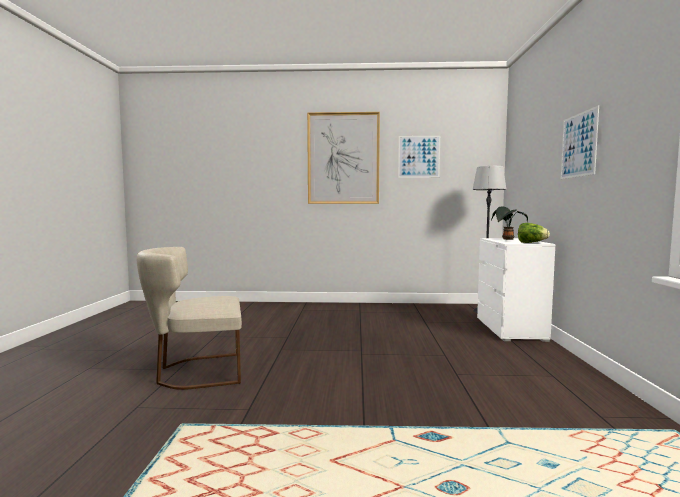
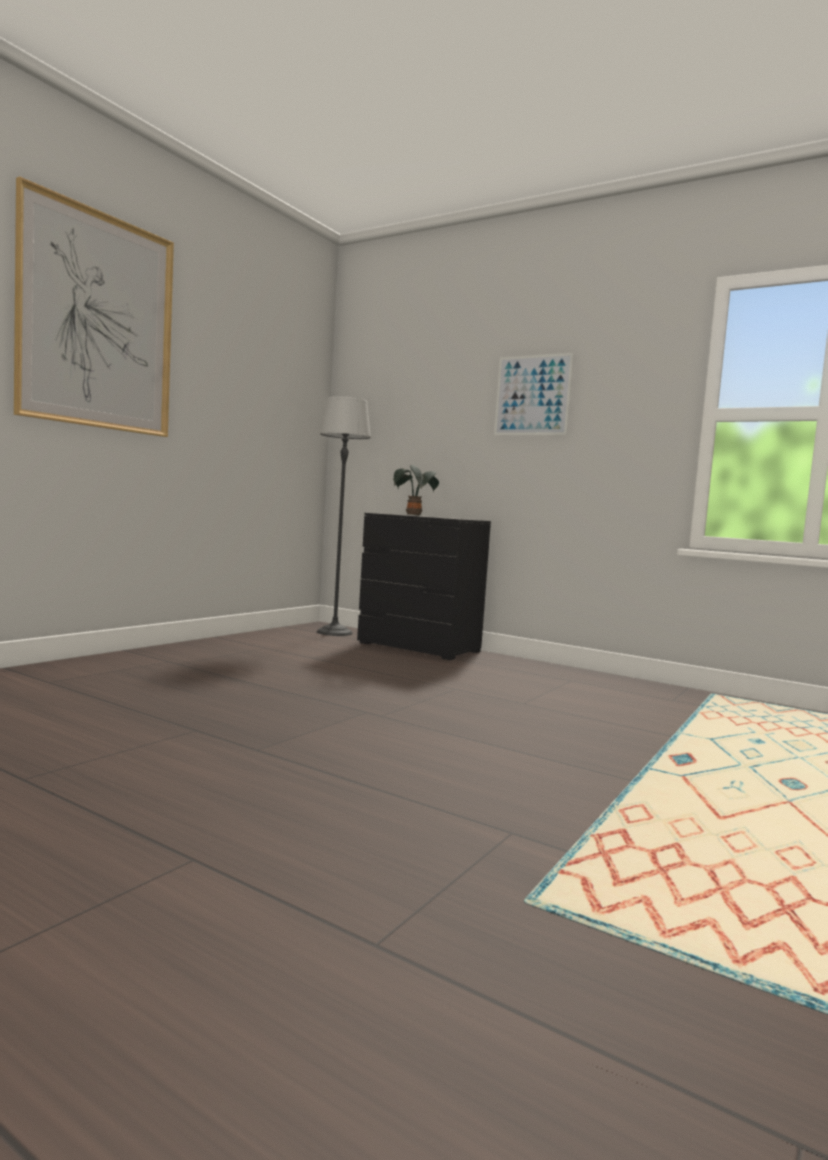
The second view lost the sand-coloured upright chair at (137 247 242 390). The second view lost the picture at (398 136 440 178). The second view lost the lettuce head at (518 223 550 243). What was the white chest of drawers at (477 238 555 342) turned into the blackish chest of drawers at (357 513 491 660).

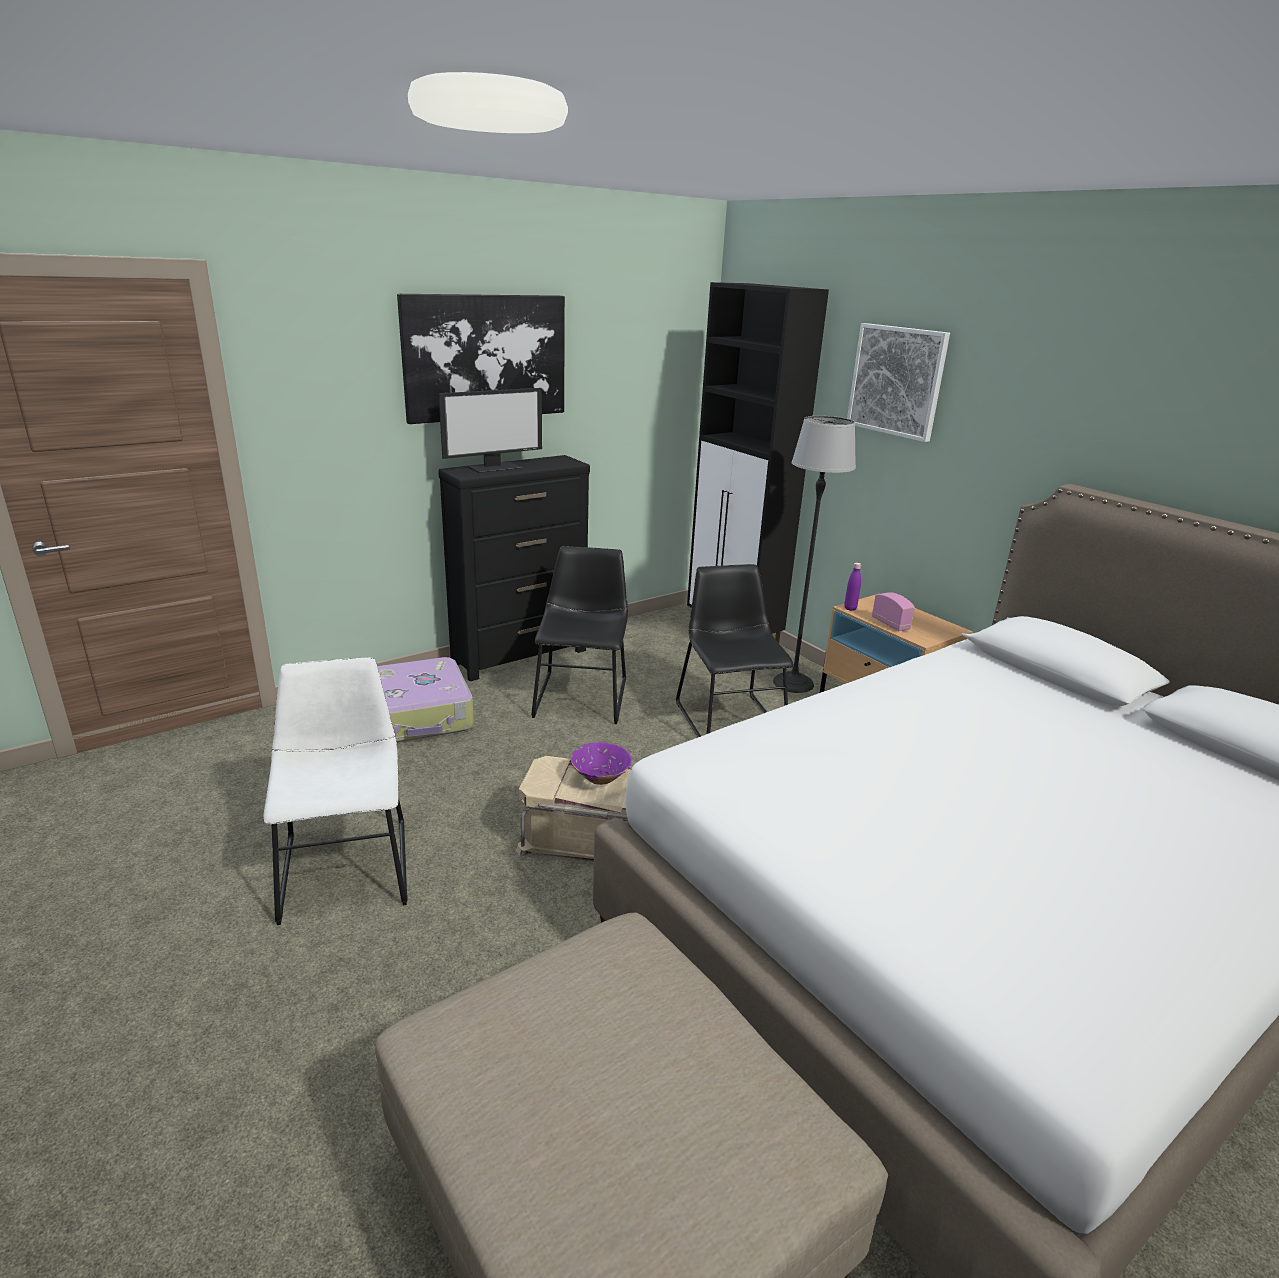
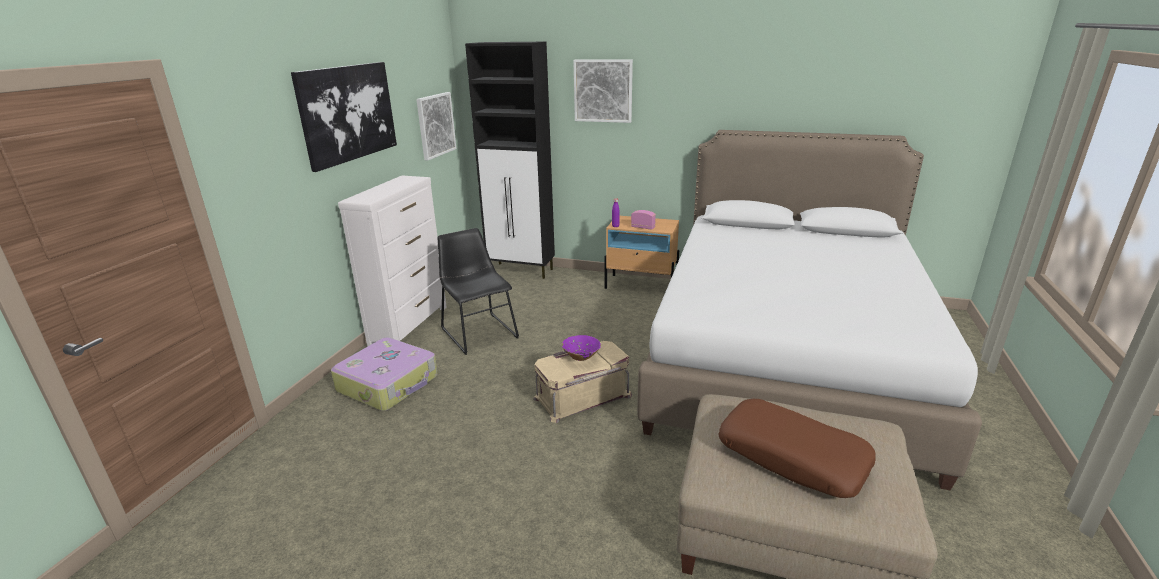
The second view lost the white upright chair at (263 658 408 925). The second view lost the computer screen at (439 388 542 473). The second view lost the blackish upright chair at (676 564 794 737). The second view lost the floor lamp at (773 416 856 693). The second view gained the picture at (416 92 457 161). The second view gained the brownish cushion at (718 399 876 498). What was the blackish chest of drawers at (438 455 590 681) turned into the white chest of drawers at (338 176 447 347).

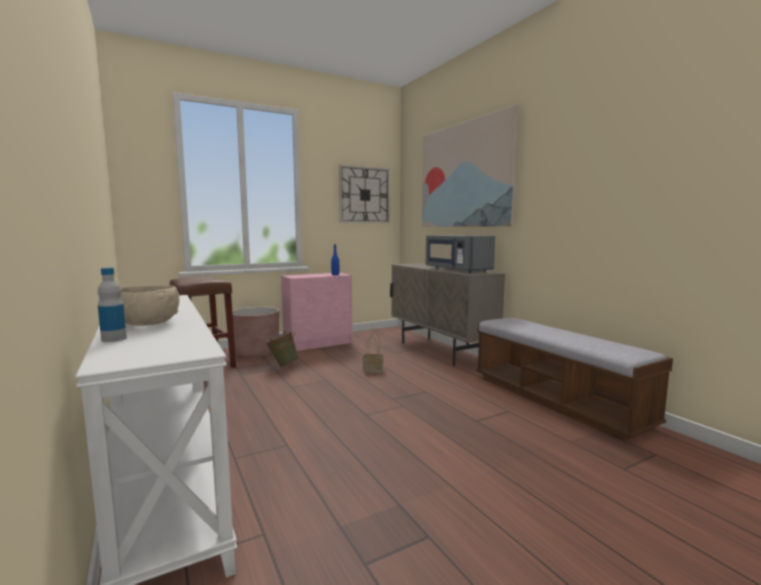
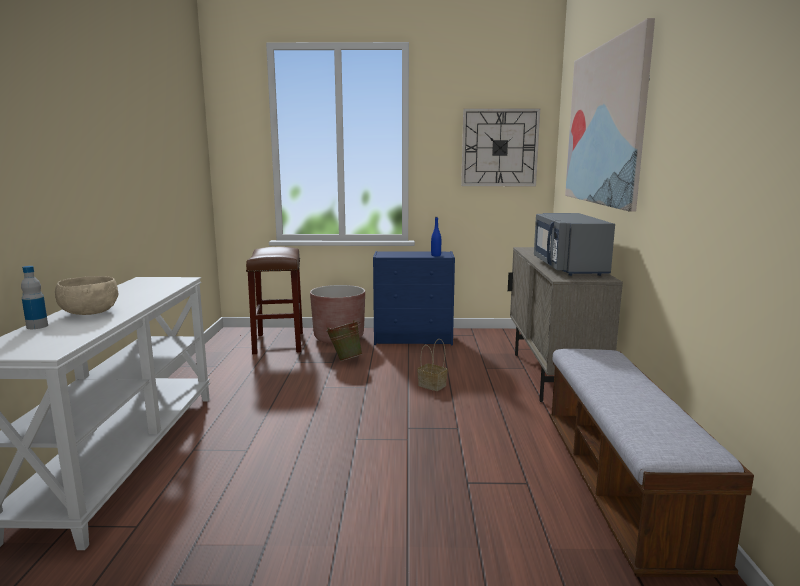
What was the pinkish chest of drawers at (281 272 353 351) turned into the bluish chest of drawers at (373 251 455 345).

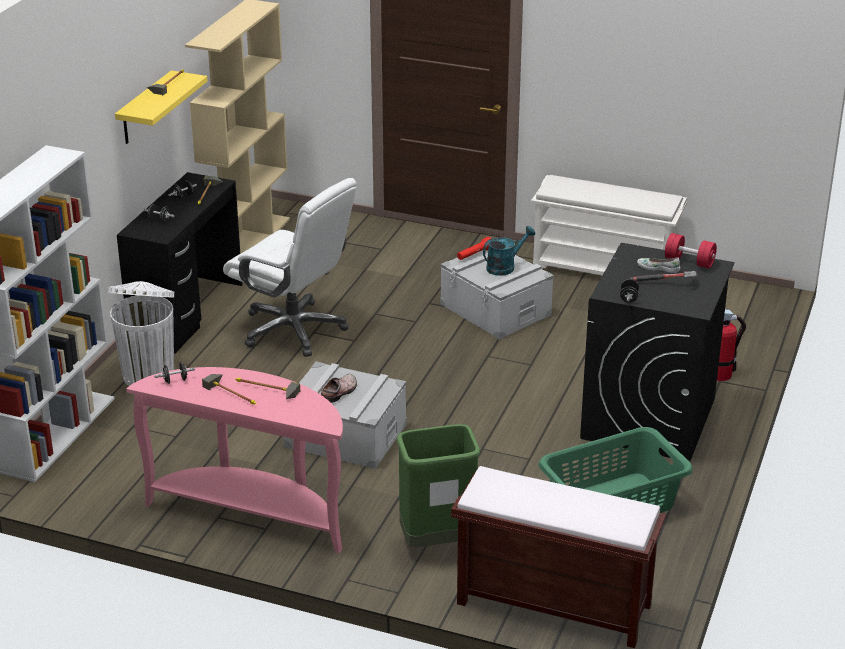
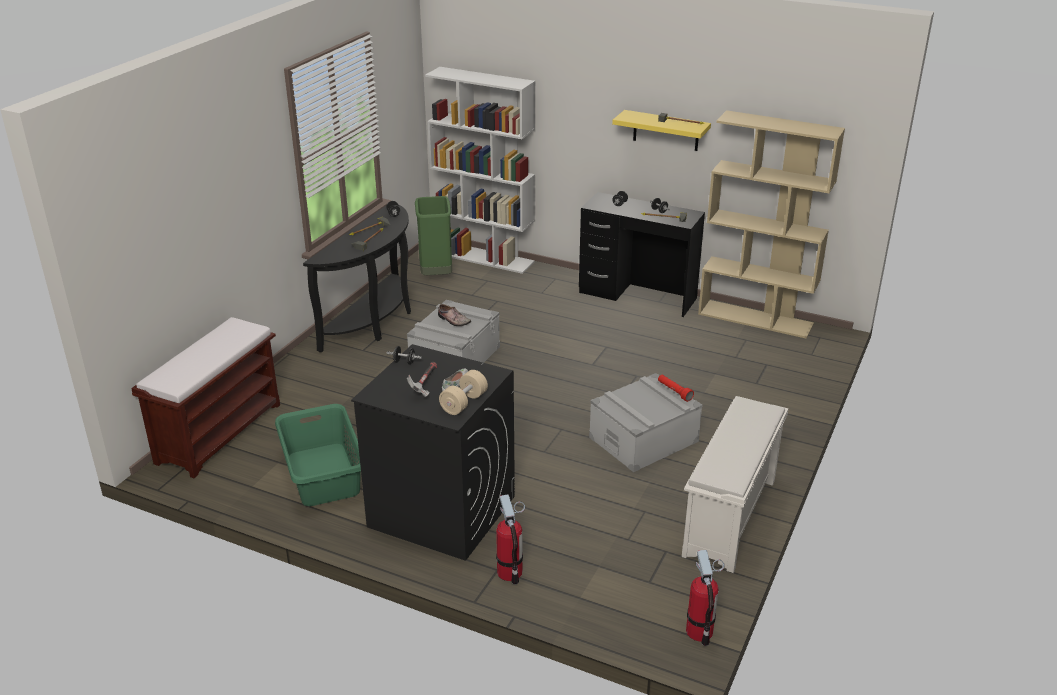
The second view lost the white waste bin at (108 281 174 386). The second view lost the white office chair at (223 178 356 357). The second view lost the turquoise watering pot at (483 226 535 276). The second view gained the fire extinguisher at (686 550 725 646). The green waste bin ended up elsewhere, having gone from (397 424 480 547) to (415 196 452 275). What was the pinkish console table at (126 367 343 554) turned into the blackish console table at (303 204 411 352). What was the red hand weight at (665 233 717 269) turned into the sand-coloured hand weight at (439 370 488 415).

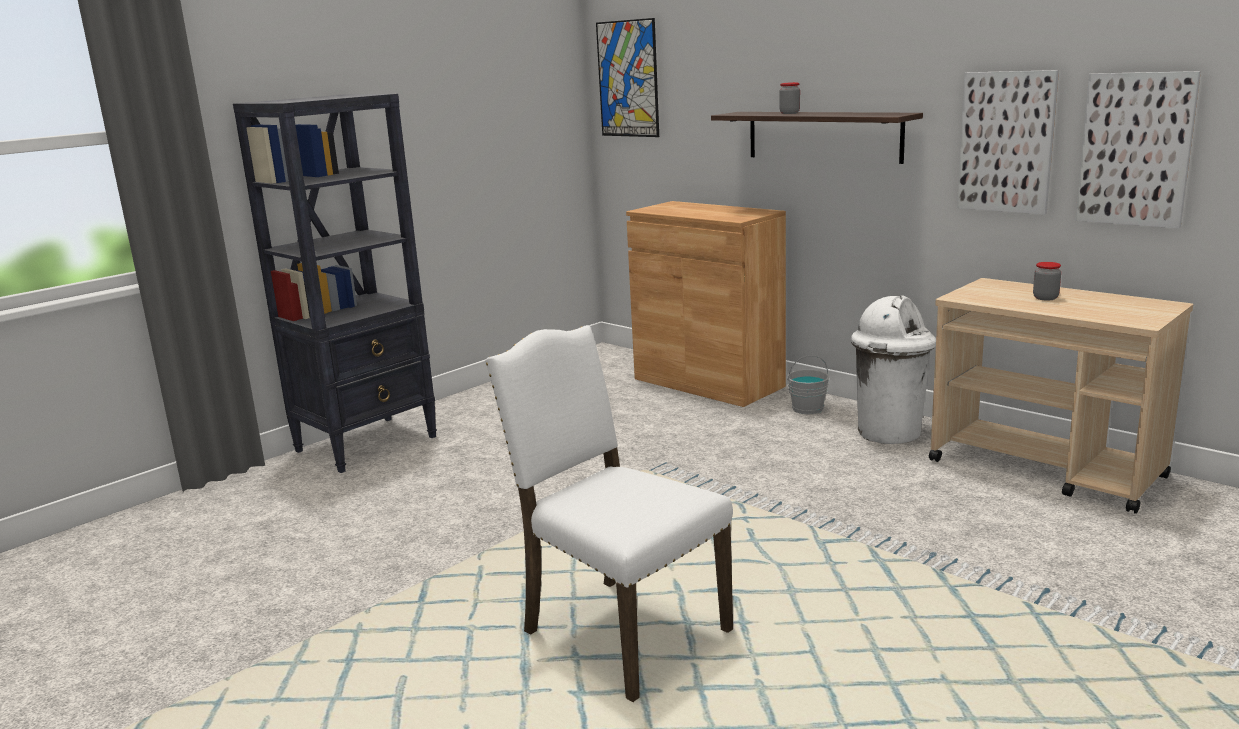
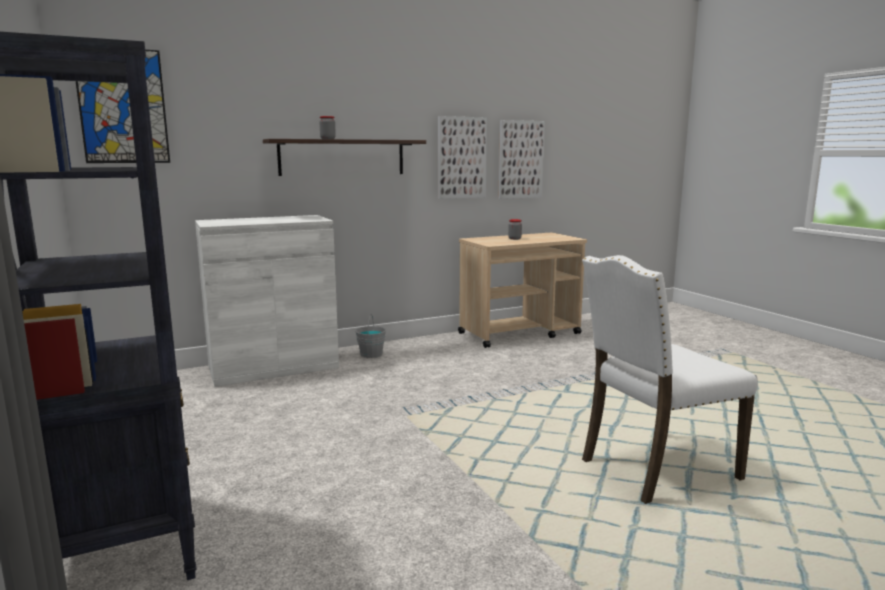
The second view lost the white waste bin at (850 295 936 444). What was the brownish cabinet at (626 201 786 407) turned into the white cabinet at (195 215 339 387).

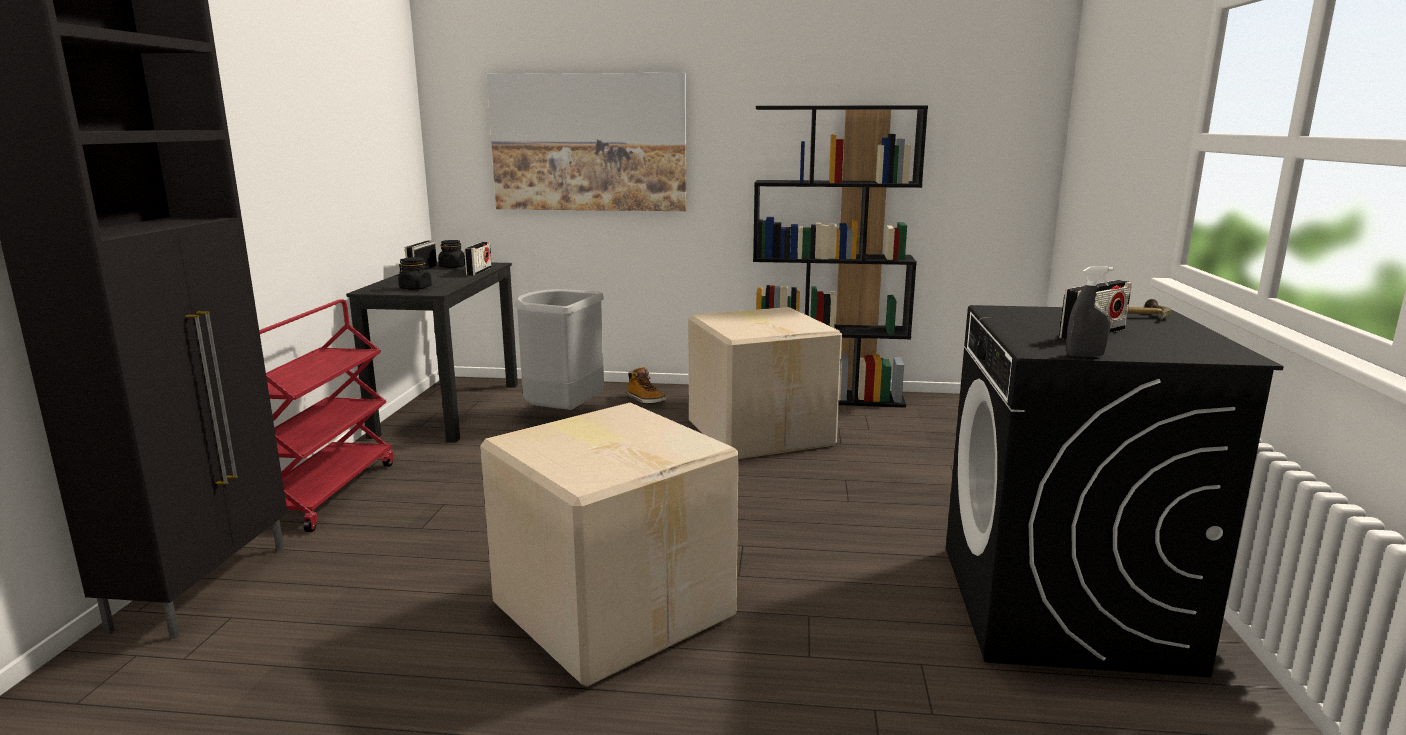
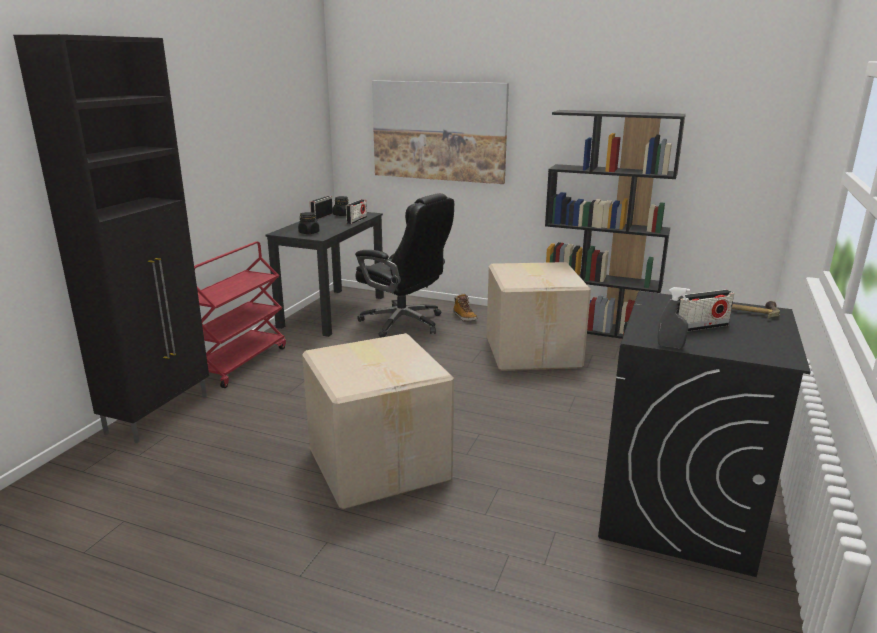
Where the gray waste bin stood at (514 289 604 410), the blackish office chair came to stand at (355 193 454 338).

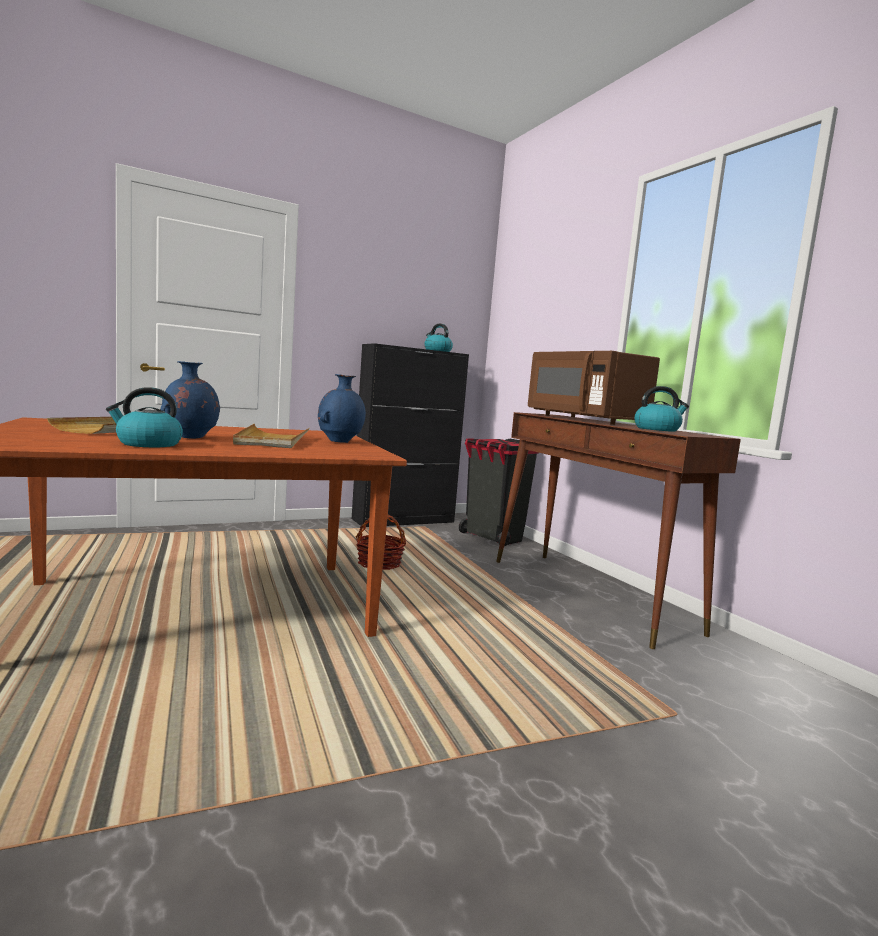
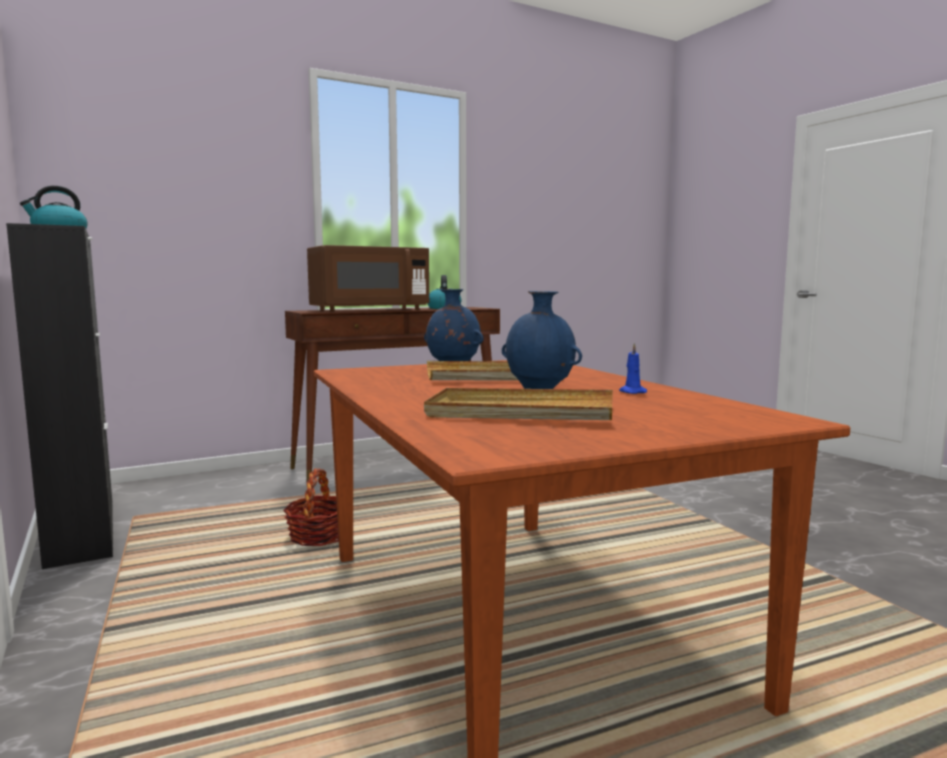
The second view lost the blackish waste bin at (459 438 538 546). Where the kettle stood at (106 387 183 447), the bluish wax candle came to stand at (619 343 647 394).

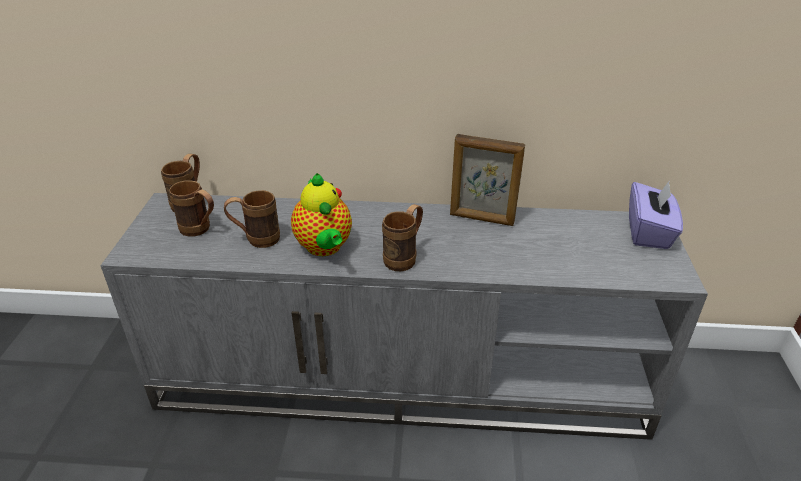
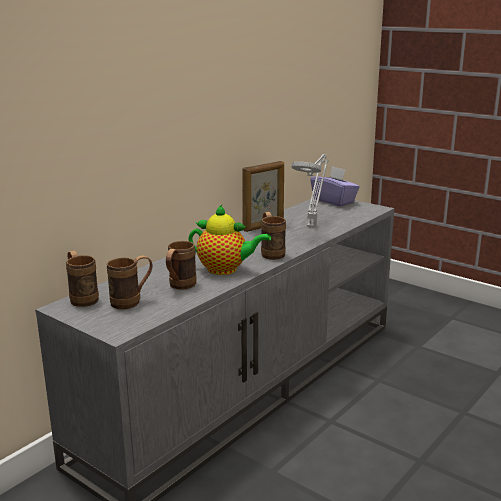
The second view gained the gray lamp for a table at (292 154 328 227).

